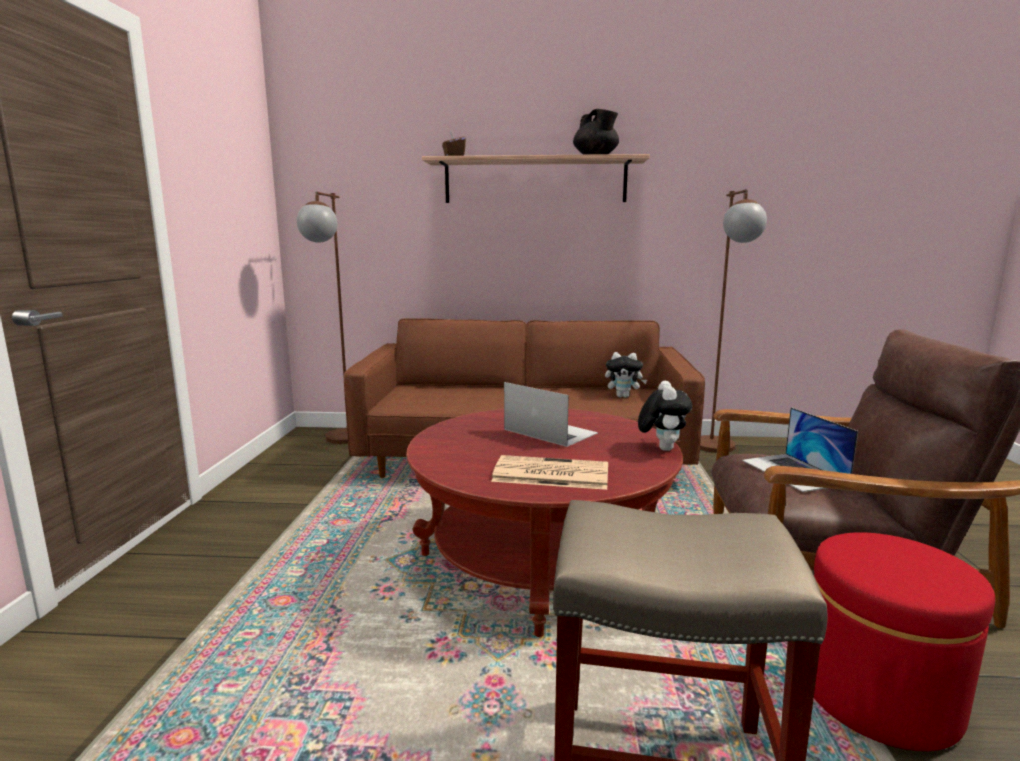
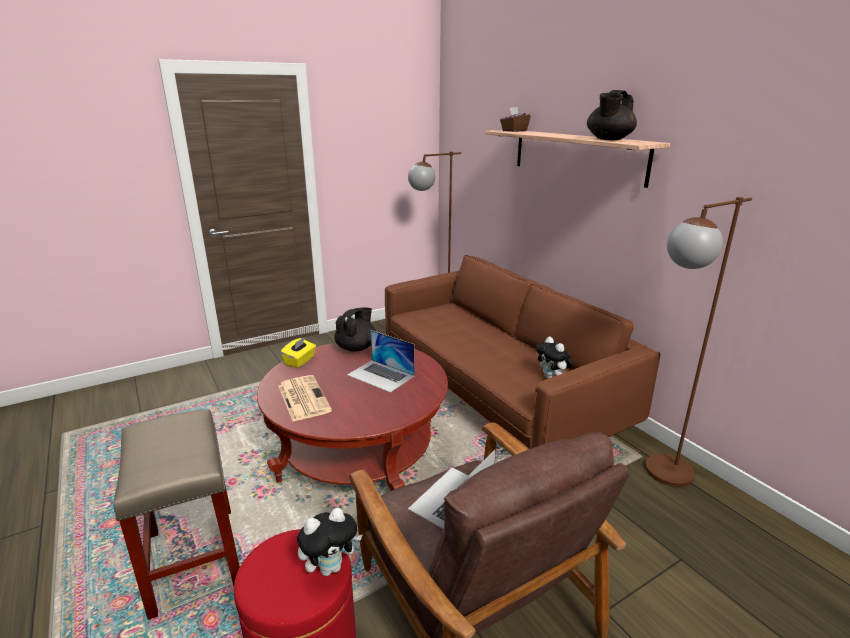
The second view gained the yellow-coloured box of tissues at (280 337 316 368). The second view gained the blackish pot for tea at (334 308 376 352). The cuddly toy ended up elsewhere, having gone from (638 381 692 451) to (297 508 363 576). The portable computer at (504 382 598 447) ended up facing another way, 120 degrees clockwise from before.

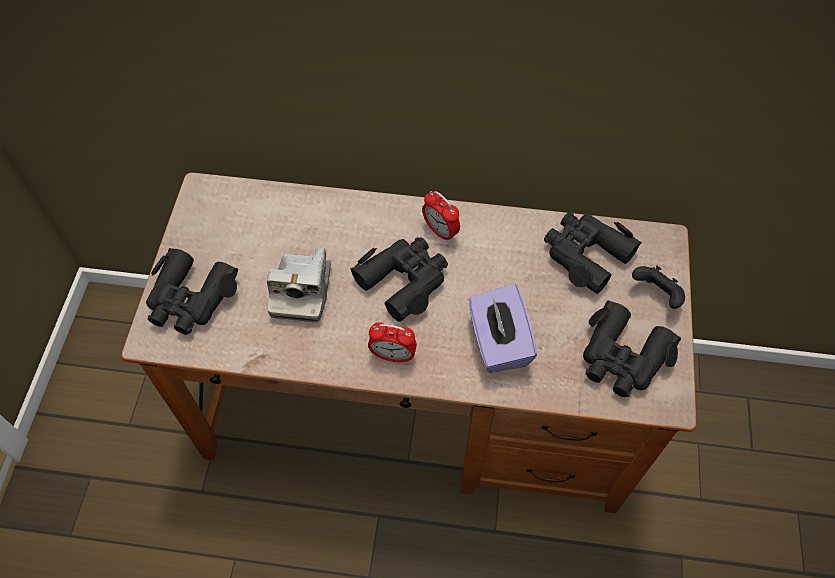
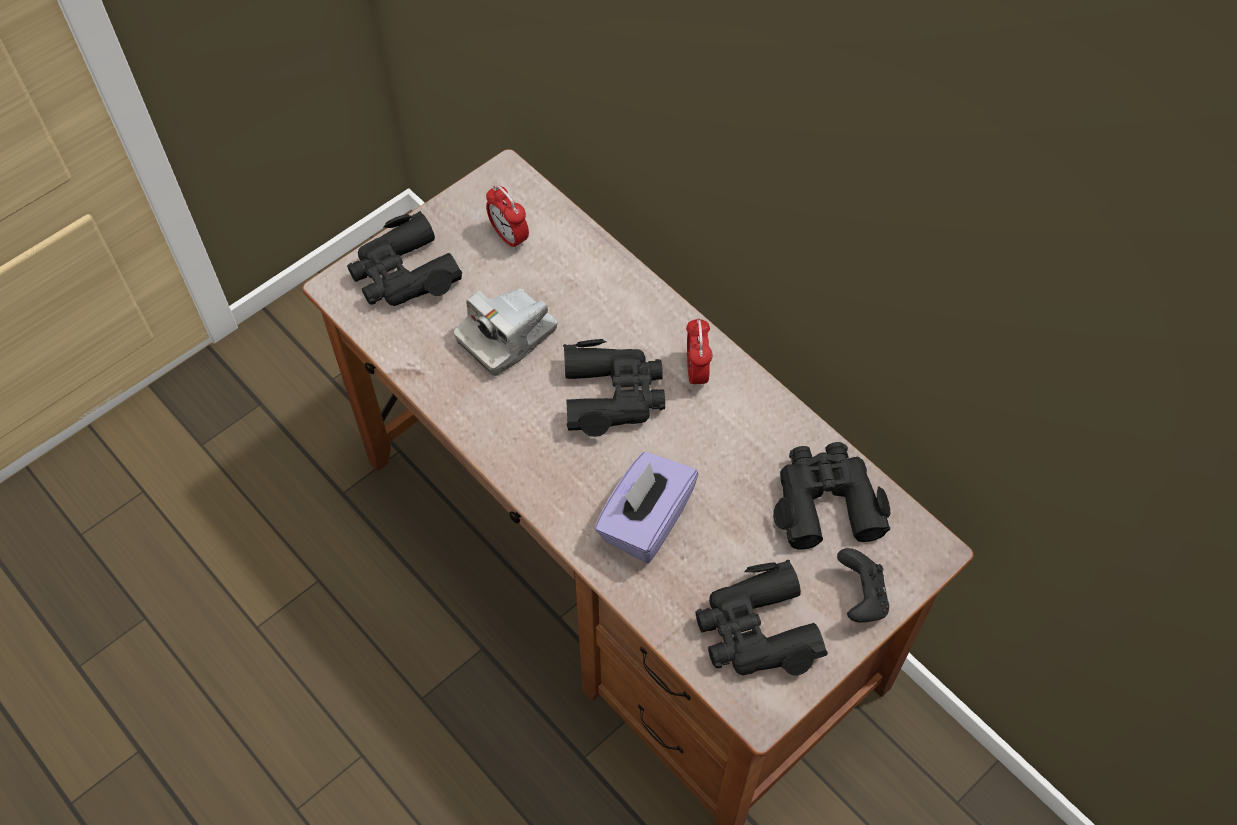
The table clock ended up elsewhere, having gone from (368 322 417 363) to (486 185 529 250).

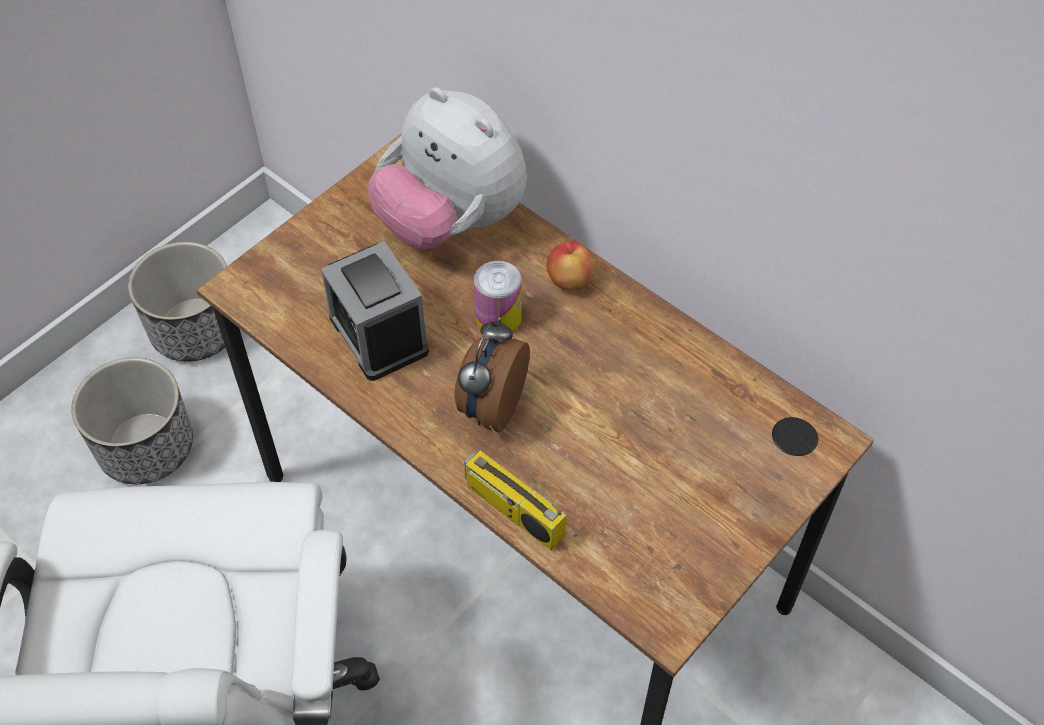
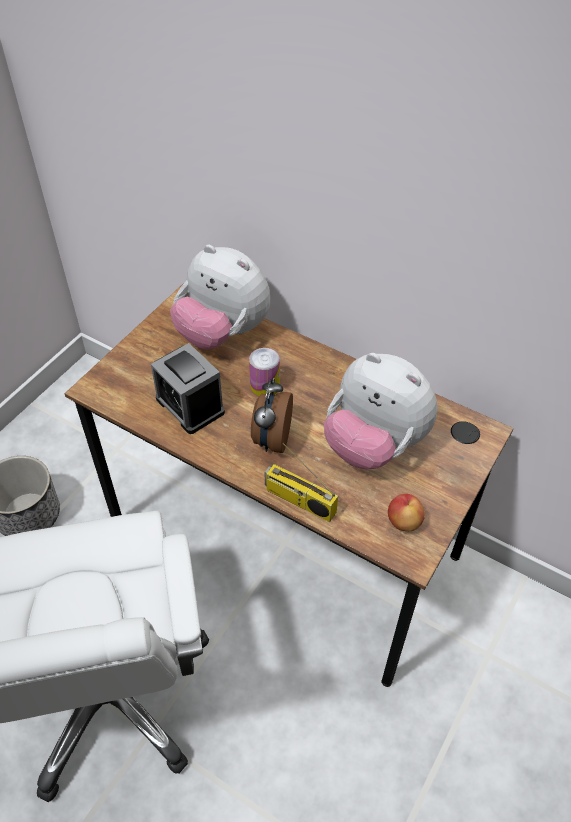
The second view lost the plant pot at (128 242 227 361). The second view gained the cuddly toy at (324 353 438 469). The whole apple ended up elsewhere, having gone from (547 241 595 291) to (388 494 425 531).

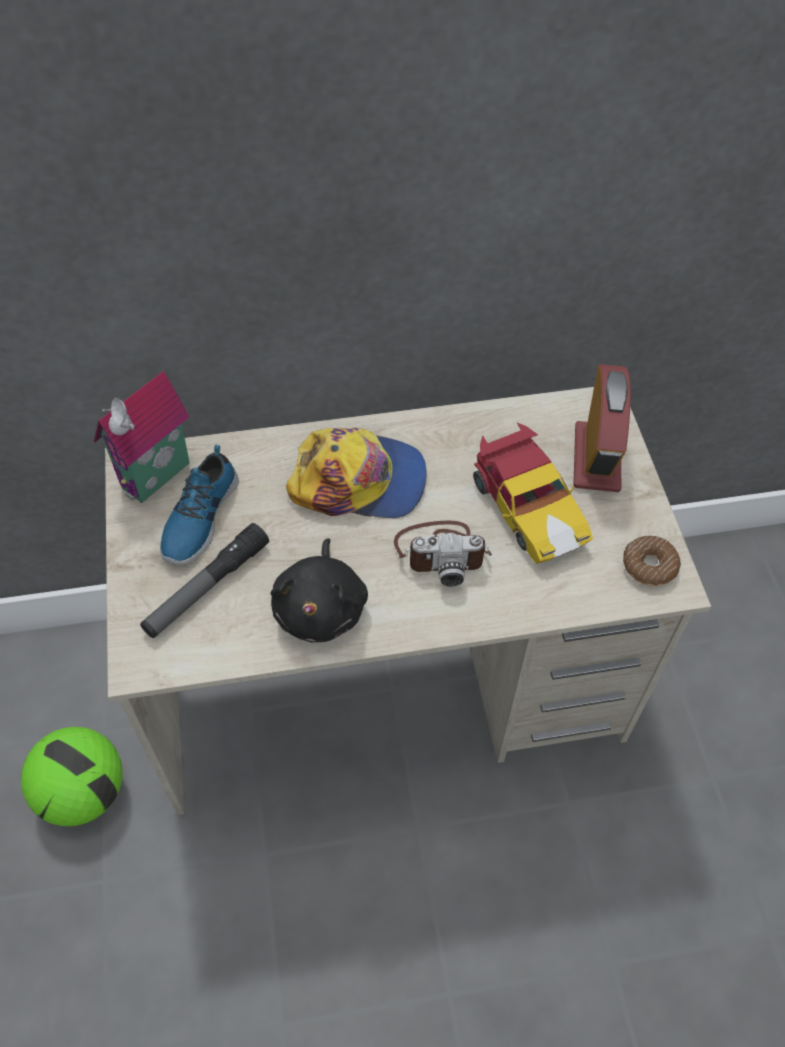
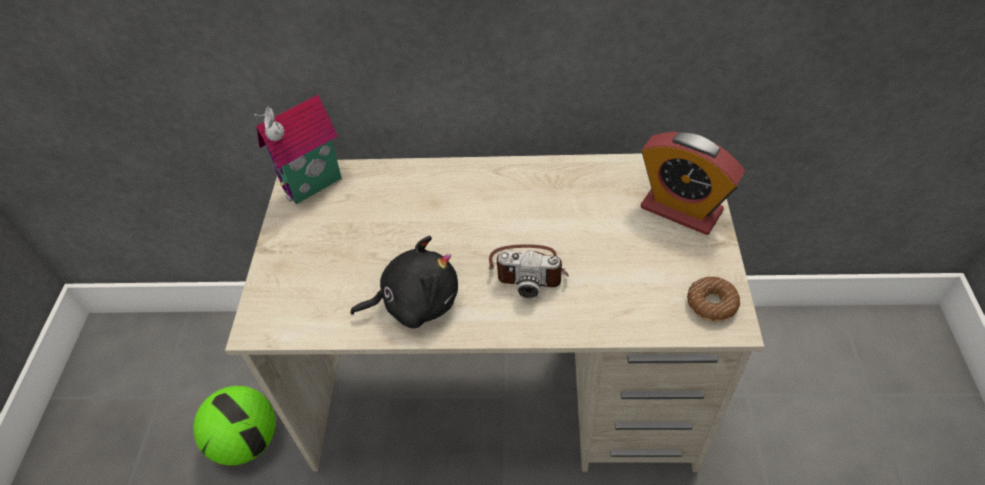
The second view lost the torch at (140 523 269 638). The second view lost the shoe at (160 445 239 565). The second view lost the baseball cap at (286 428 427 518). The second view lost the model car at (473 423 593 564). The blackish cuddly toy at (270 538 368 643) ended up facing another way, 120 degrees counterclockwise from before. The table clock at (573 364 631 492) ended up facing another way, 105 degrees clockwise from before.

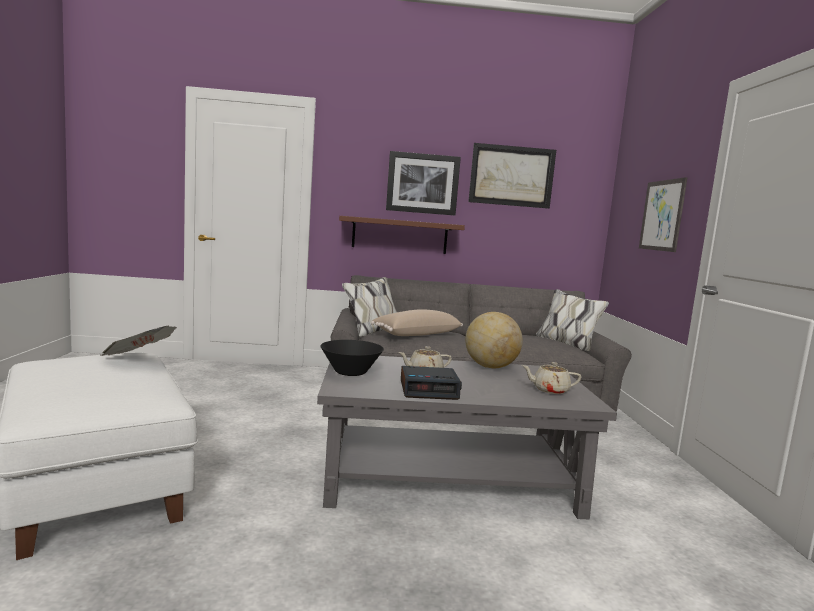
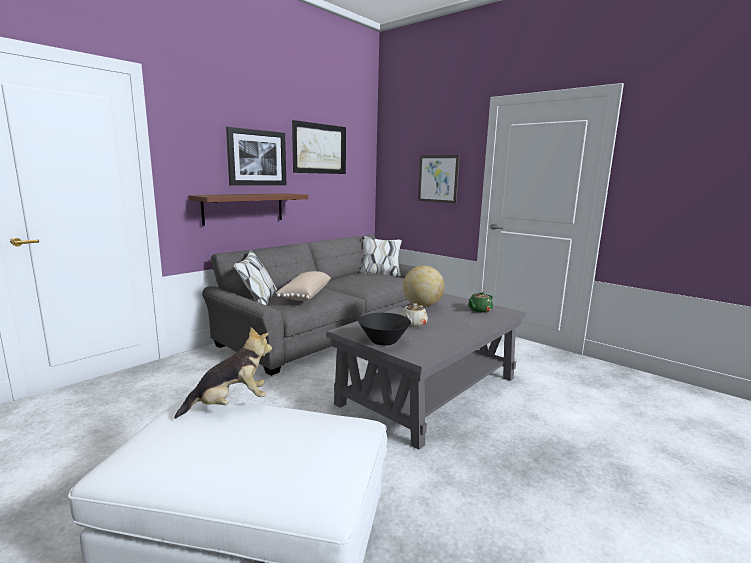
The second view lost the table clock at (401 366 462 400). Where the daily paper stood at (100 326 177 356), the cuddly toy came to stand at (174 327 272 419). What was the sand-coloured pot for tea at (522 362 581 394) turned into the green pot for tea at (468 292 493 313).

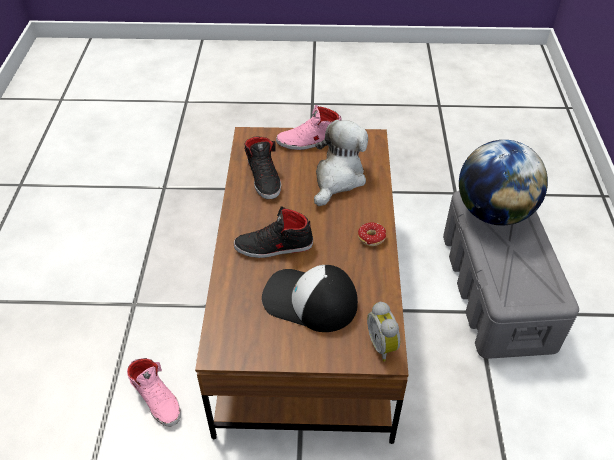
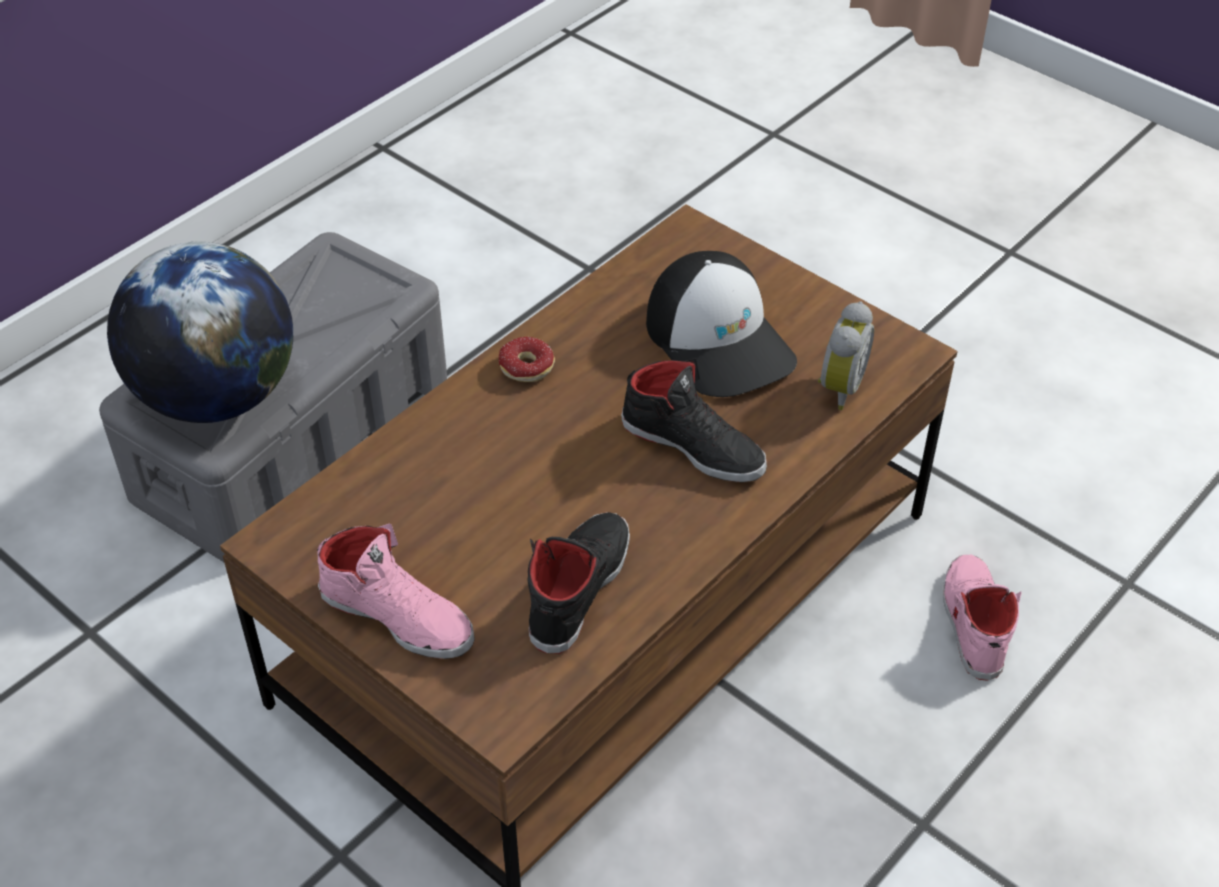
The second view lost the cuddly toy at (314 120 368 206). The table clock ended up elsewhere, having gone from (367 302 400 362) to (818 301 874 410).

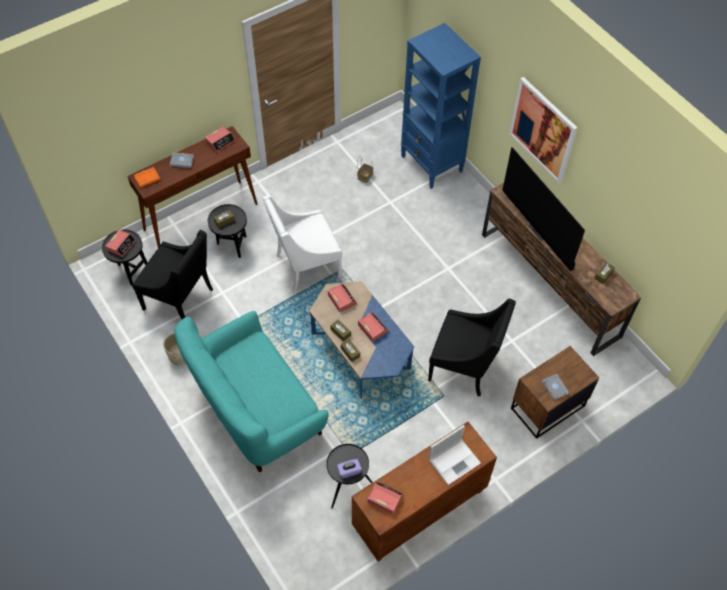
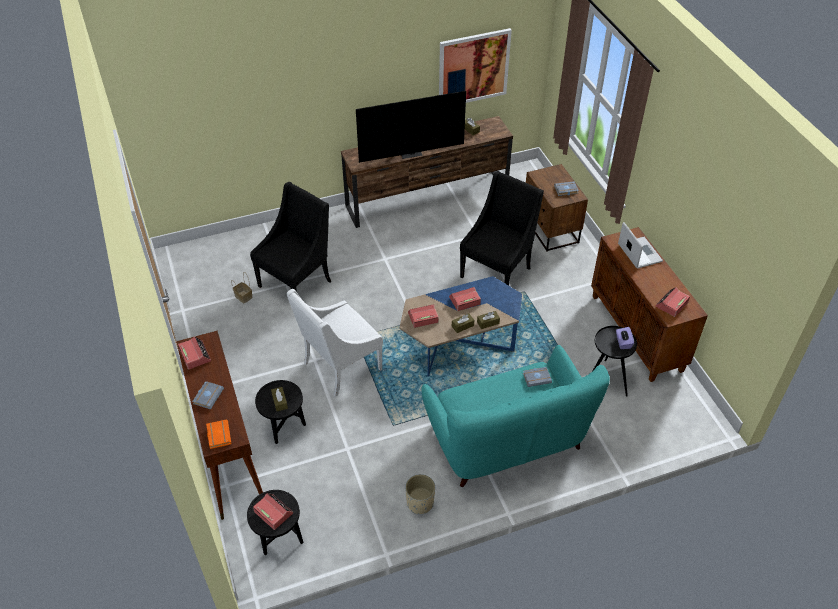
The second view lost the bluish bookshelf at (401 23 481 189). The second view gained the gray bound book at (523 367 552 387). The blackish easy chair ended up elsewhere, having gone from (132 230 213 319) to (250 182 331 292). The picture ended up elsewhere, having gone from (509 77 578 183) to (439 28 512 103). The white easy chair at (263 195 342 292) ended up facing another way, 60 degrees clockwise from before.

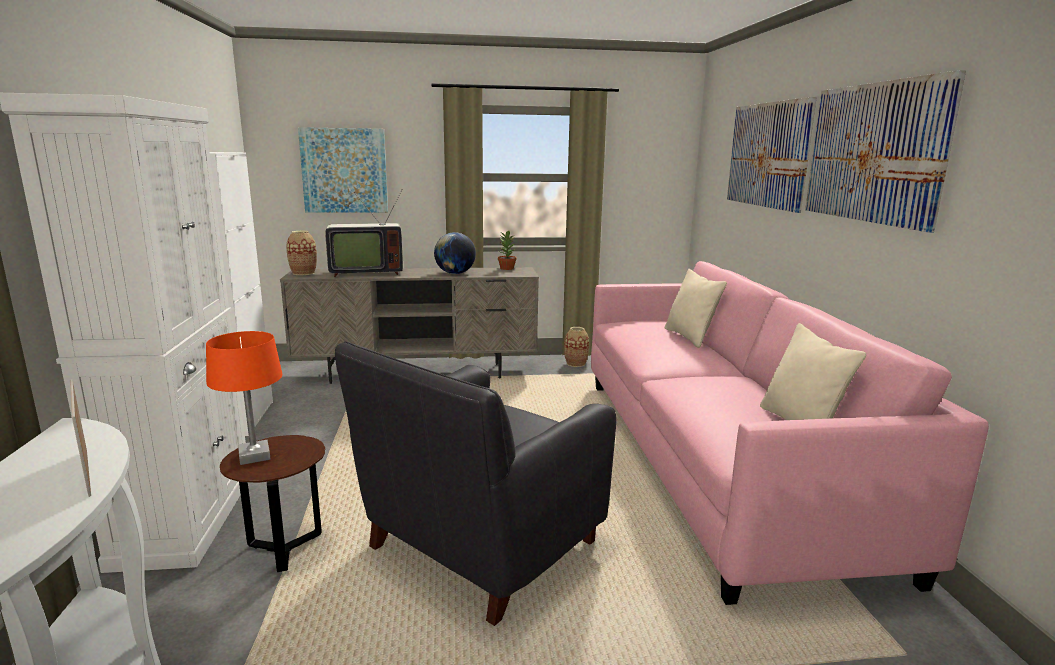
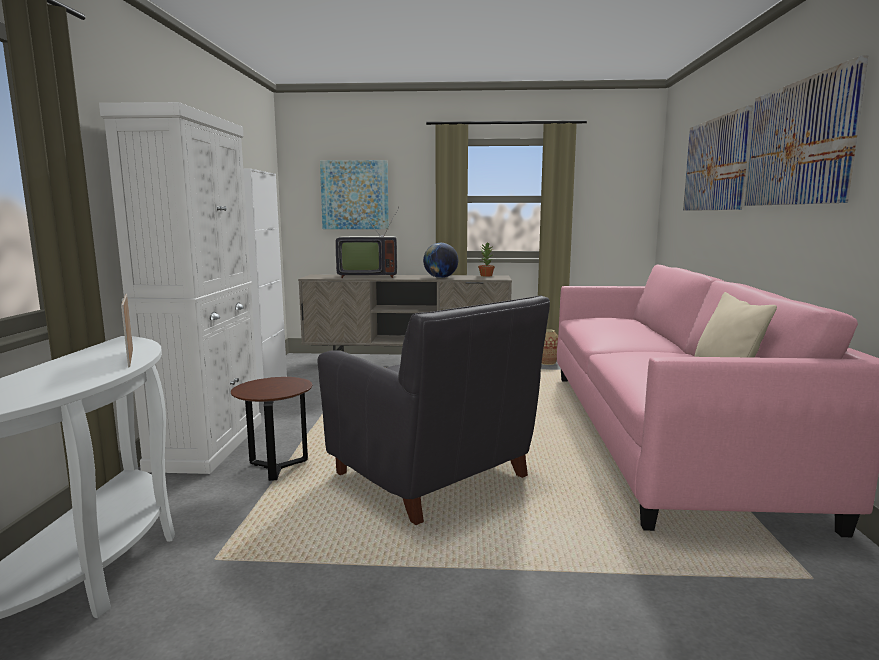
The second view lost the orange-coloured lamp for a table at (206 331 282 465). The second view lost the vase at (286 231 317 275). The second view lost the sand-coloured cushion at (665 269 727 348). The blackish easy chair at (335 341 616 626) ended up facing another way, 90 degrees counterclockwise from before.

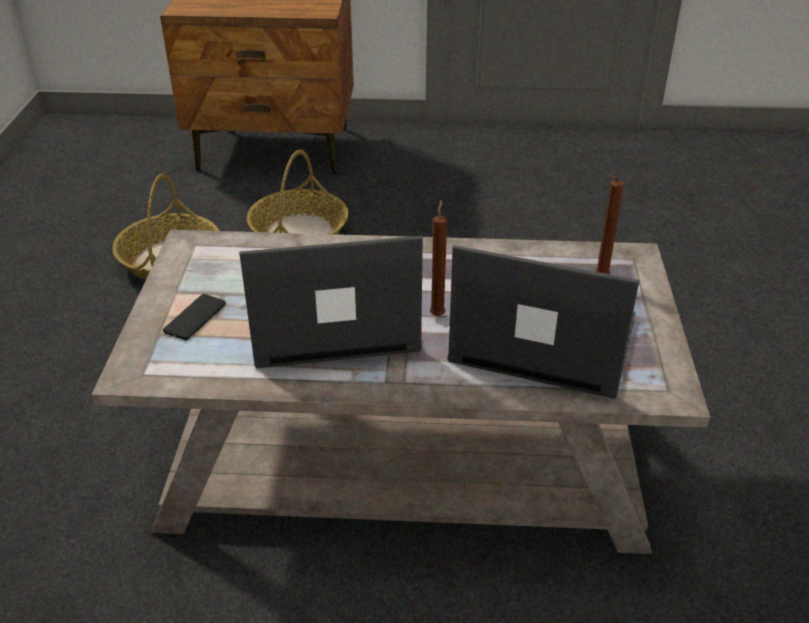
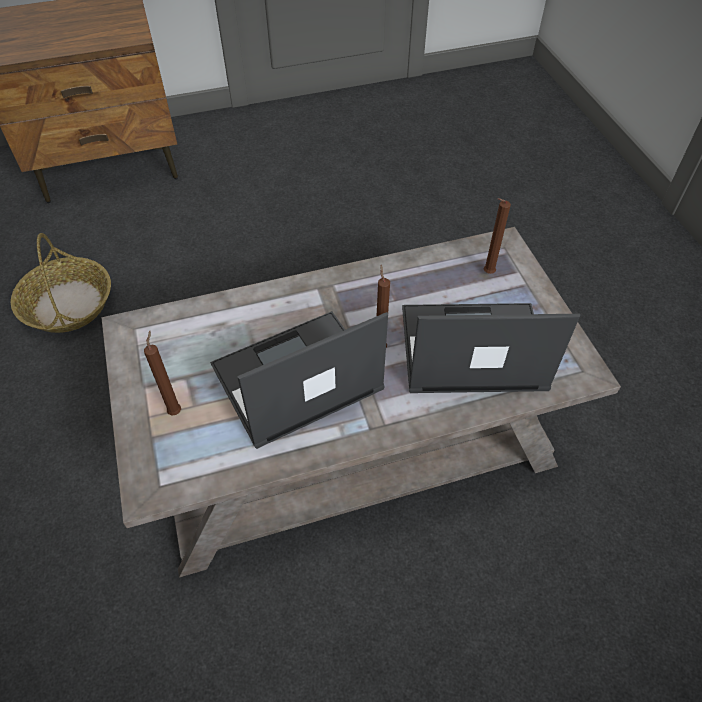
The second view lost the household basket at (247 150 349 234). Where the handset stood at (163 294 226 340), the brownish wax candle came to stand at (144 331 181 415).

